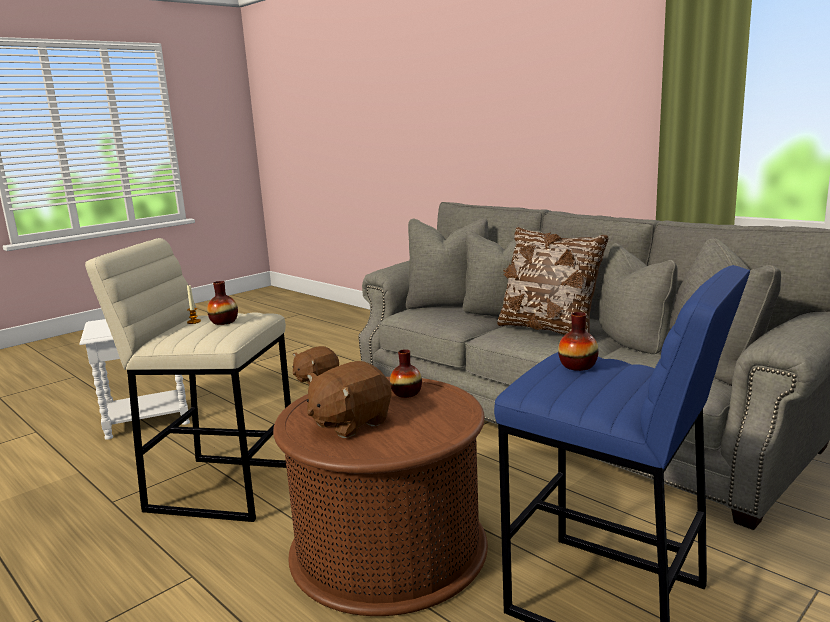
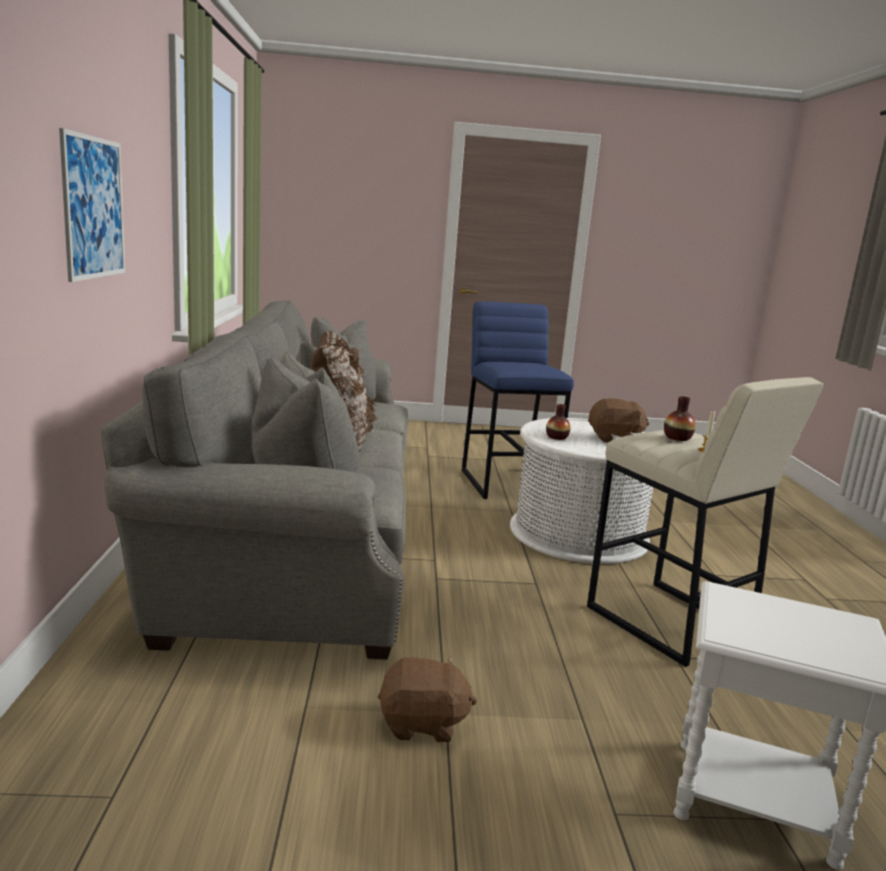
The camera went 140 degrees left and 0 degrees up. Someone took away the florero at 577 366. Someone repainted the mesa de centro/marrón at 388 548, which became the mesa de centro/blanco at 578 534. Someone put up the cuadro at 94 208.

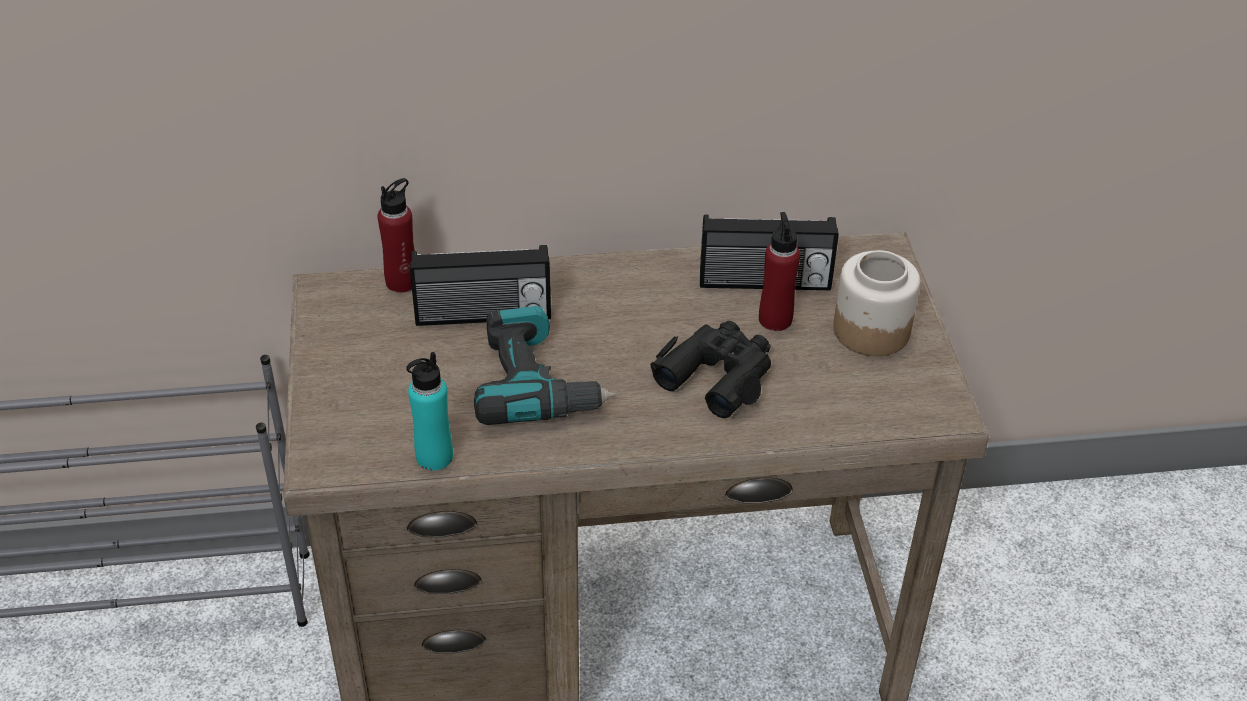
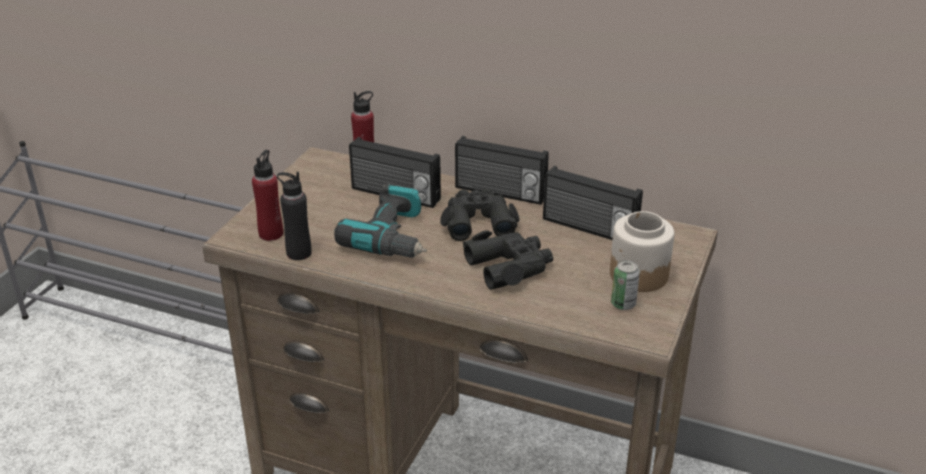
The camera went 30 degrees right and 10 degrees down. Someone carried the botella/rojo from 775 319 to 271 234. Someone repainted the botella/turquesa at 434 457, which became the botella/negro at 298 253. Someone put down the radio at 500 193. Someone put down the prismáticos/negro at 478 221. Someone put down the lata at 623 304.

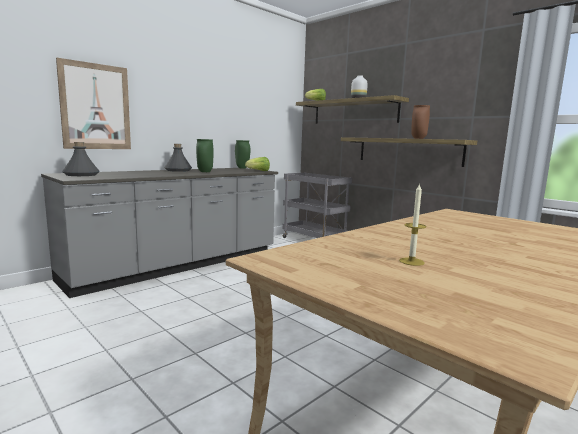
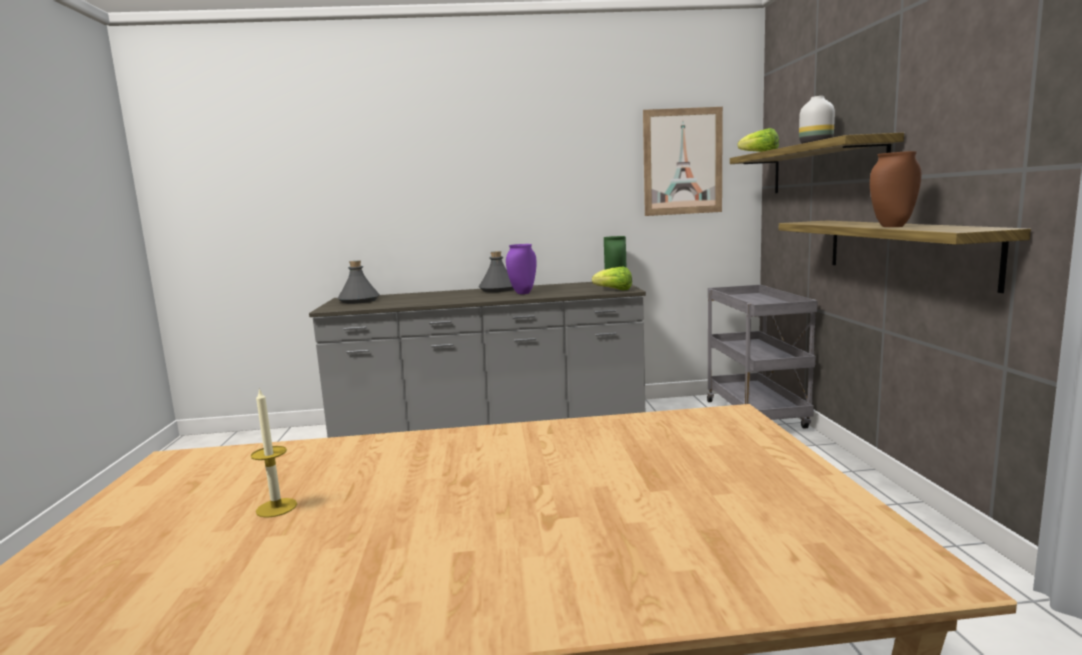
The camera went 40 degrees right and 0 degrees up. Someone carried the cuadro from 96 107 to 682 162. Someone repainted the florero/verde at 205 172, which became the florero/morado at 523 293.

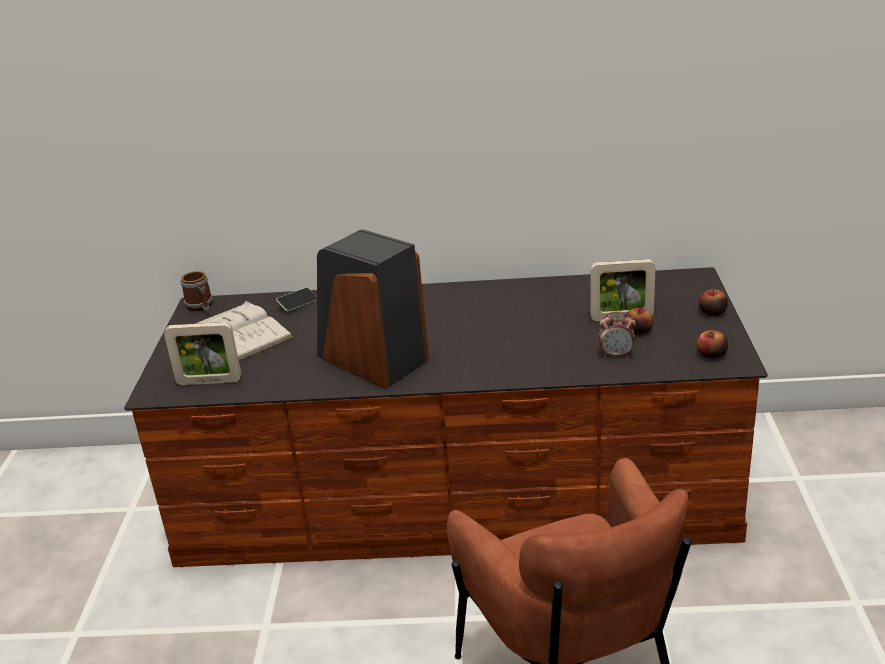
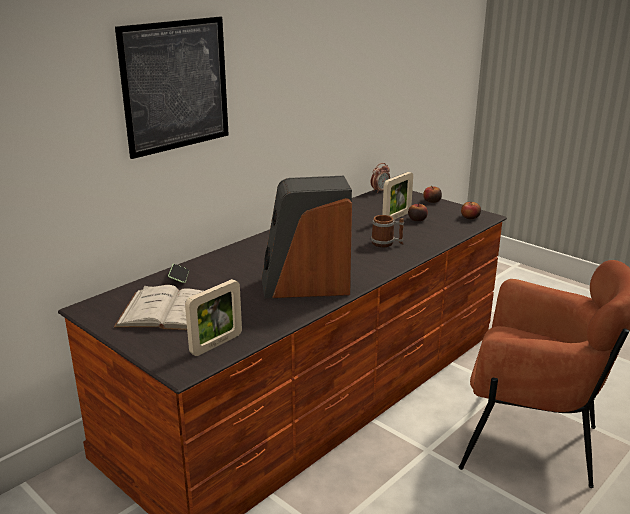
The camera went 50 degrees left and 5 degrees down. Someone carried the taza grande from 201 307 to 387 243. Someone carried the despertador from 616 354 to 380 191. Someone put up the cuadro at 176 85.

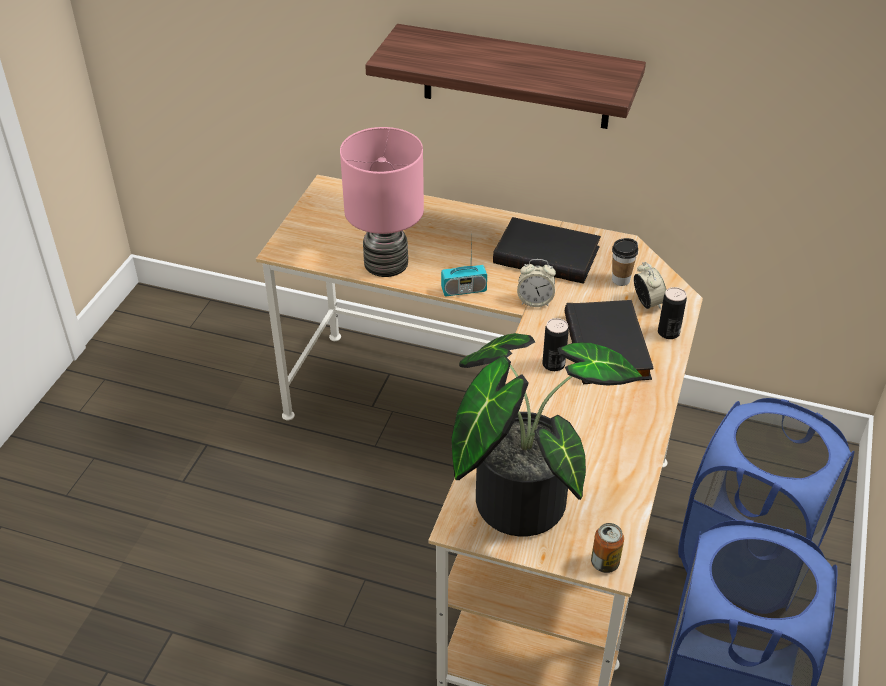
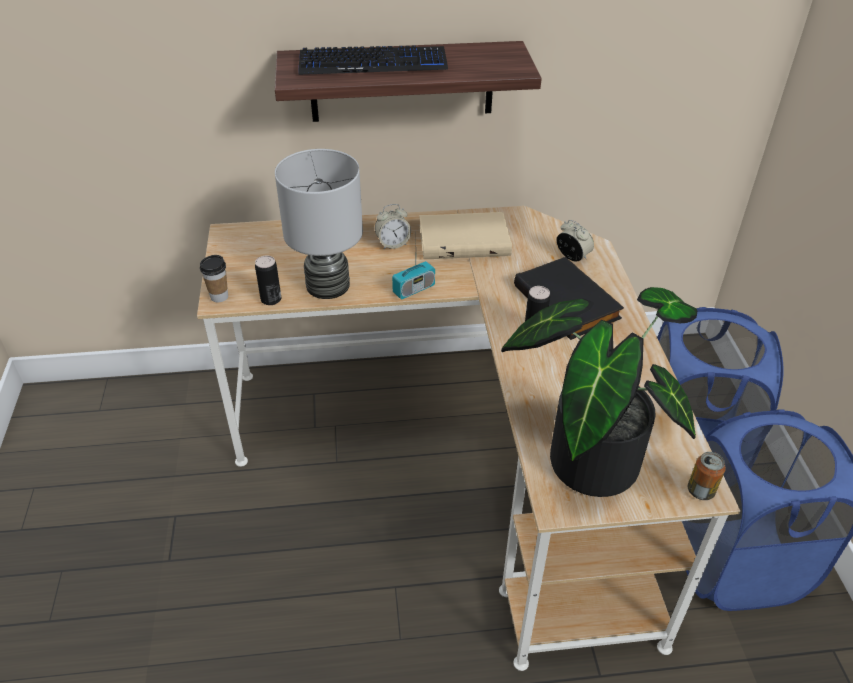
The camera went 25 degrees left and 0 degrees up. Someone repainted the lámpara de mesa/rosa at 386 263, which became the lámpara de mesa/gris at 328 285. Someone repainted the libro/negro at 547 254, which became the libro/beis at 464 239. Someone carried the taza from 620 280 to 219 297. Someone carried the despertador from 535 301 to 393 244. Someone carried the lata from 668 333 to 271 299. Someone put down the teclado at 373 63.

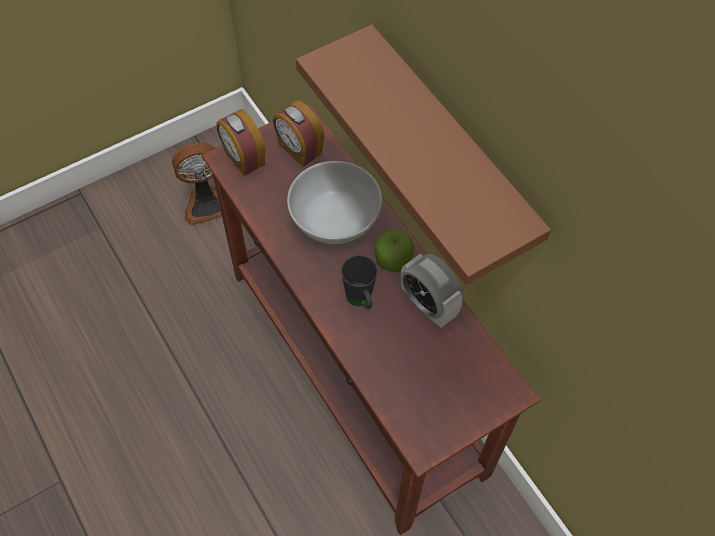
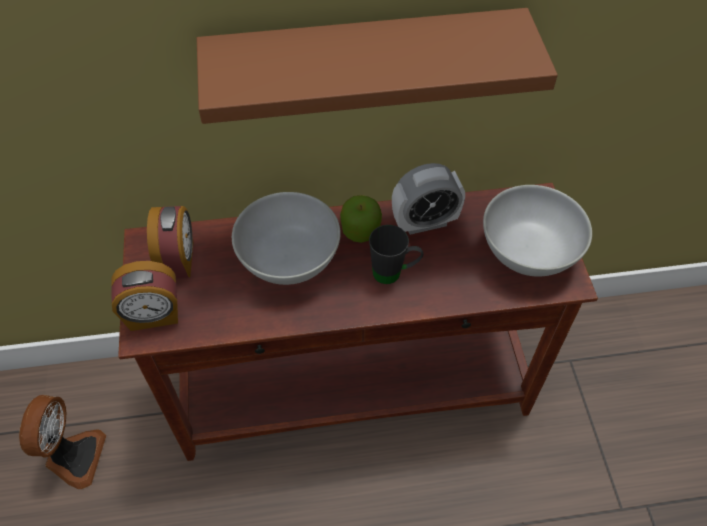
The camera went 65 degrees left and 5 degrees down. Someone rotated the despertador at 299 150 by 75 degrees counterclockwise. Someone put down the cuenco/blanco at 528 254.

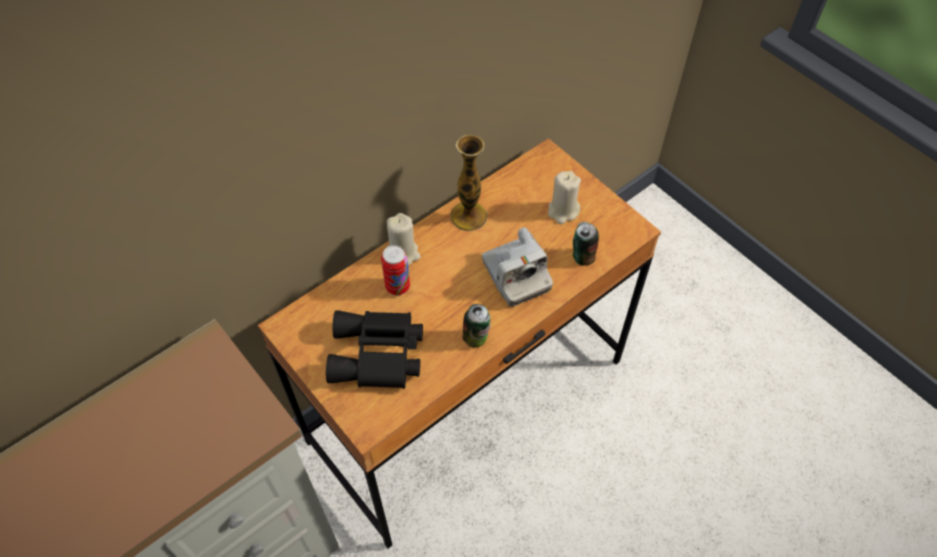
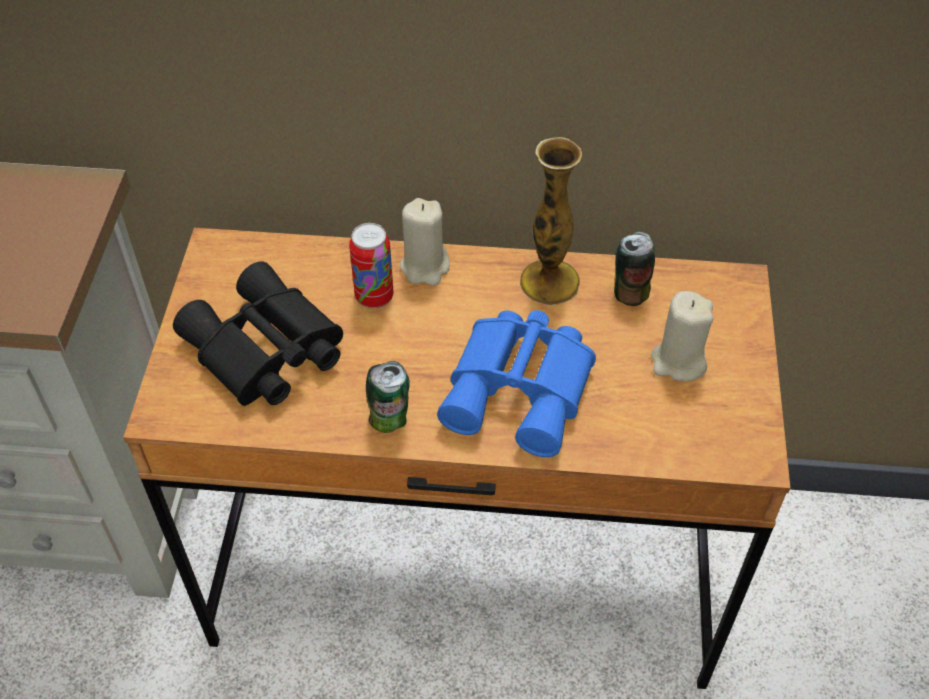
The camera went 45 degrees right and 5 degrees down. Someone carried the lata from 582 256 to 630 292. Someone swapped the cámara at 515 276 for the prismáticos/azul at 522 389.

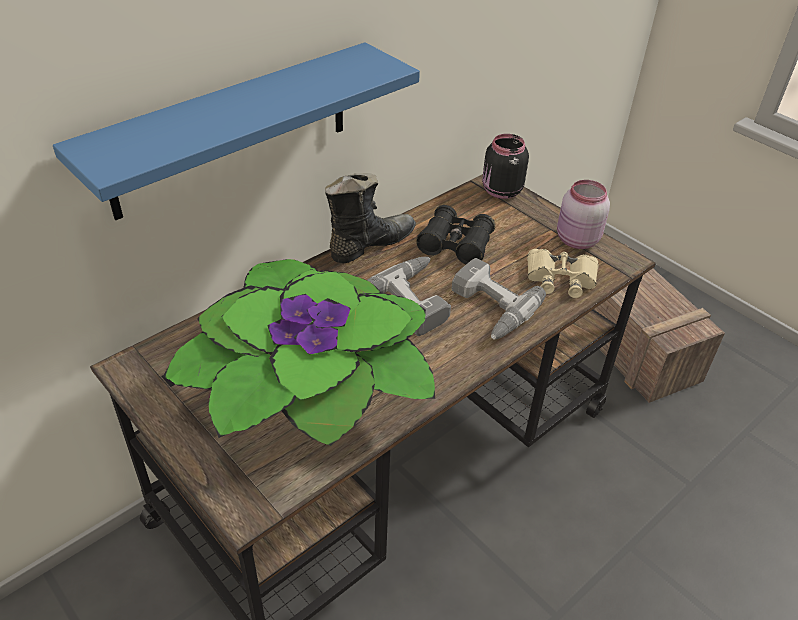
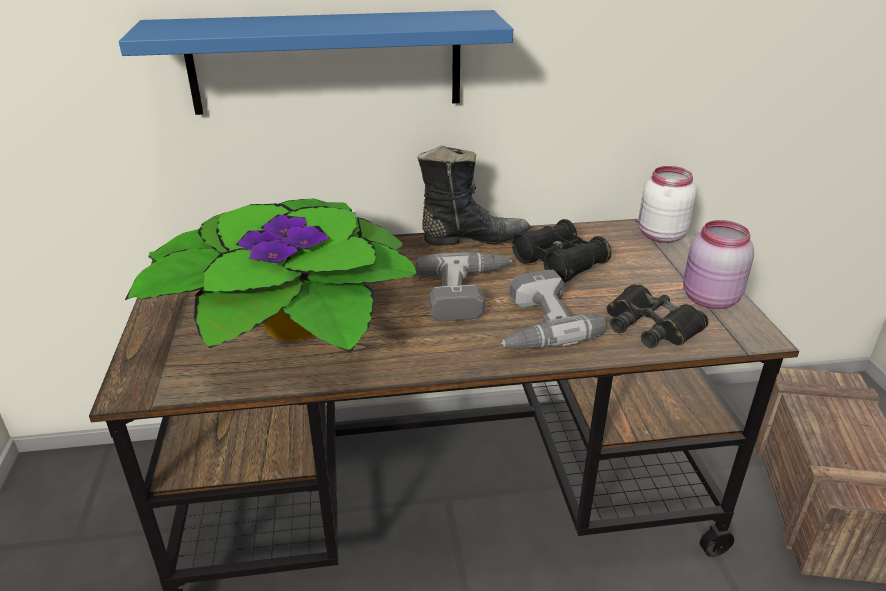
The camera went 35 degrees right and 10 degrees down. Someone repainted the tarro/negro at 500 191, which became the tarro/blanco at 659 235. Someone repainted the prismáticos/beis at 560 278, which became the prismáticos/negro at 650 325.

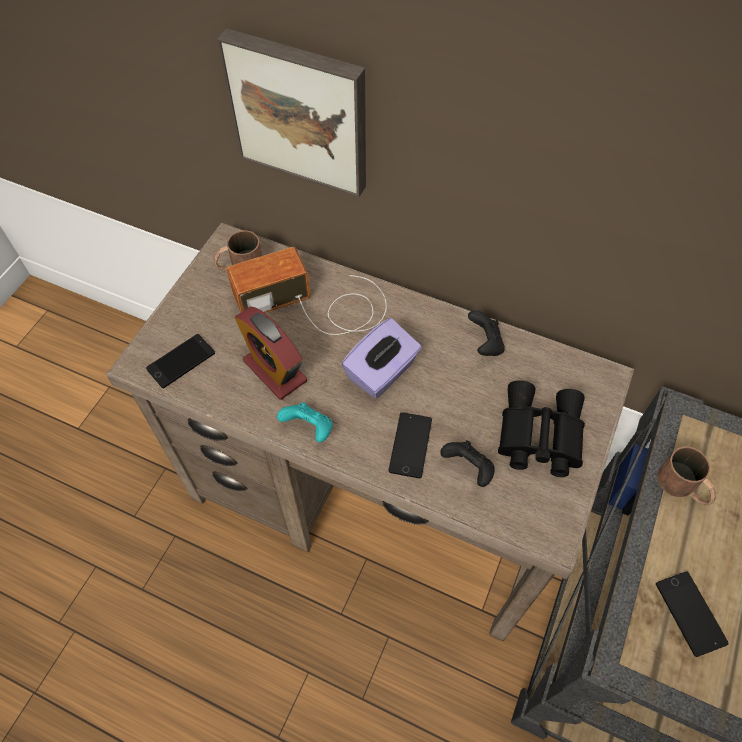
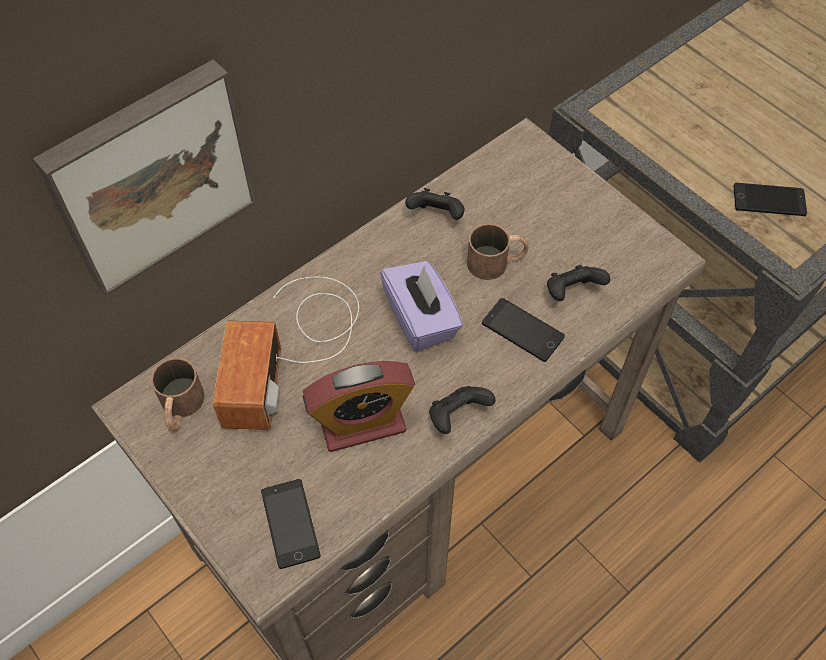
The camera went 65 degrees left and 0 degrees up. Someone took away the prismáticos/negro at 537 436. Someone repainted the mando de consola/turquesa at 309 429, which became the mando de consola/negro at 457 416. Someone carried the taza grande/marrón from 683 487 to 497 262.

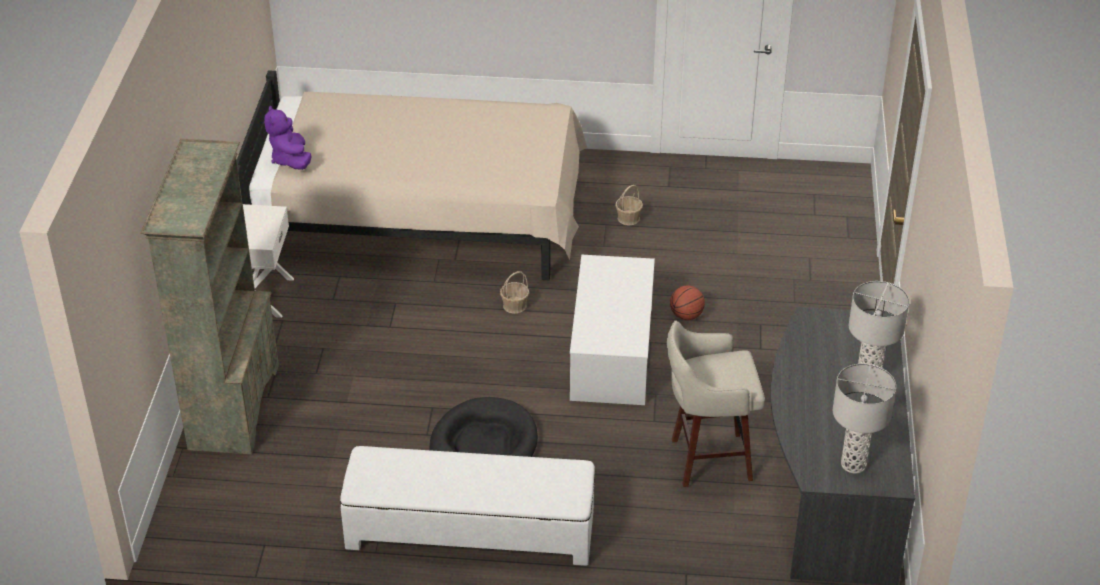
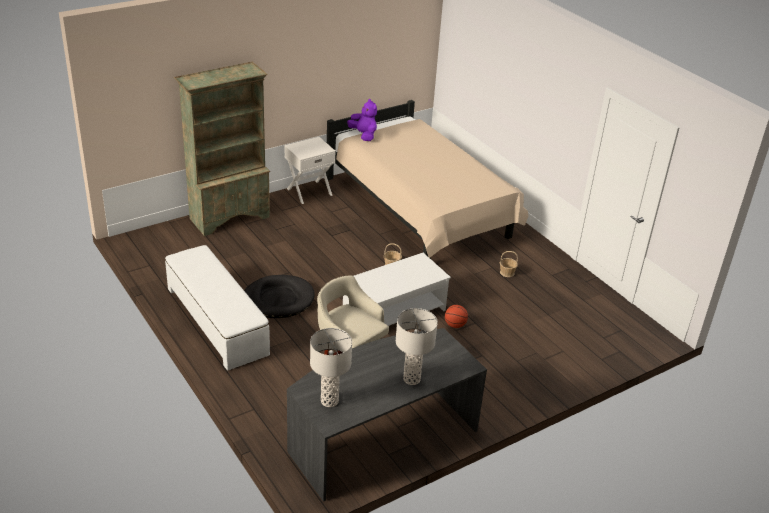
The camera went 50 degrees right and 5 degrees down. Someone rotated the peluche/morado at 291 160 by 105 degrees clockwise.

